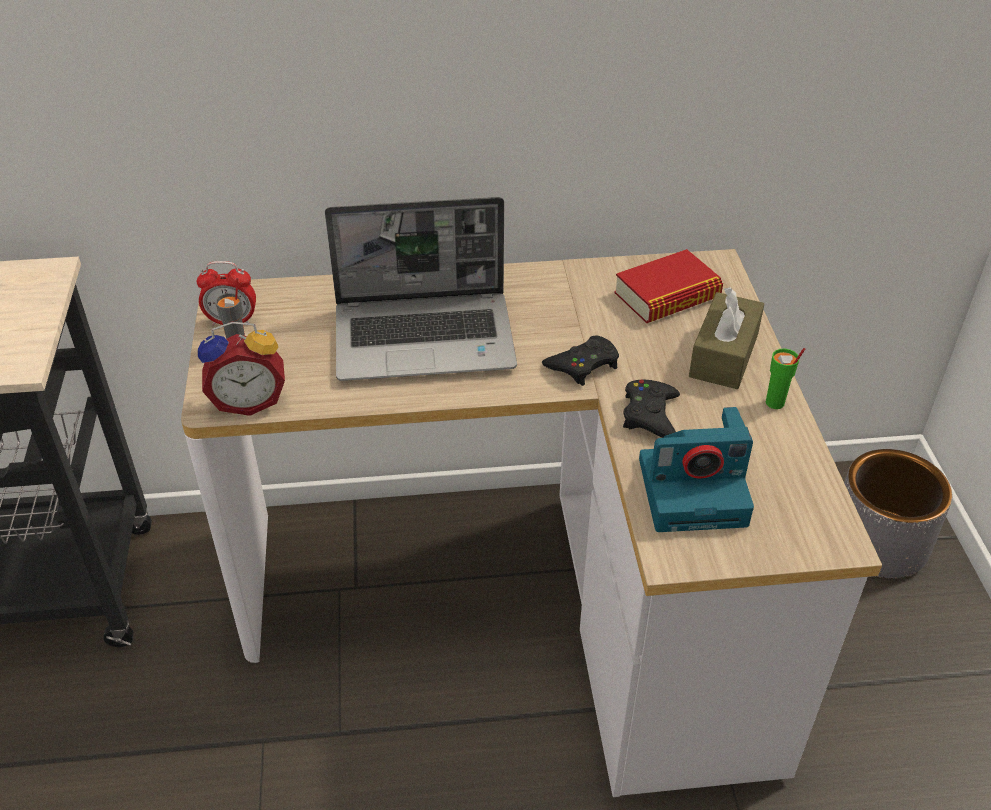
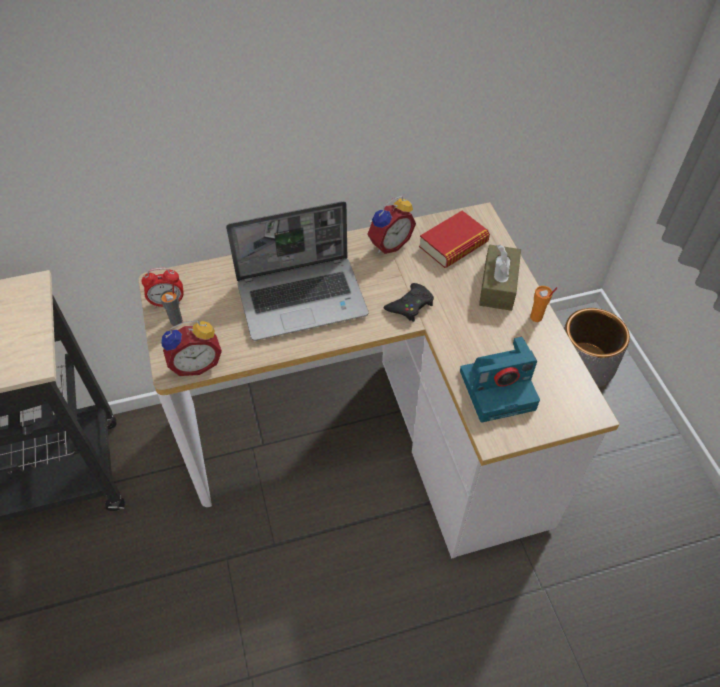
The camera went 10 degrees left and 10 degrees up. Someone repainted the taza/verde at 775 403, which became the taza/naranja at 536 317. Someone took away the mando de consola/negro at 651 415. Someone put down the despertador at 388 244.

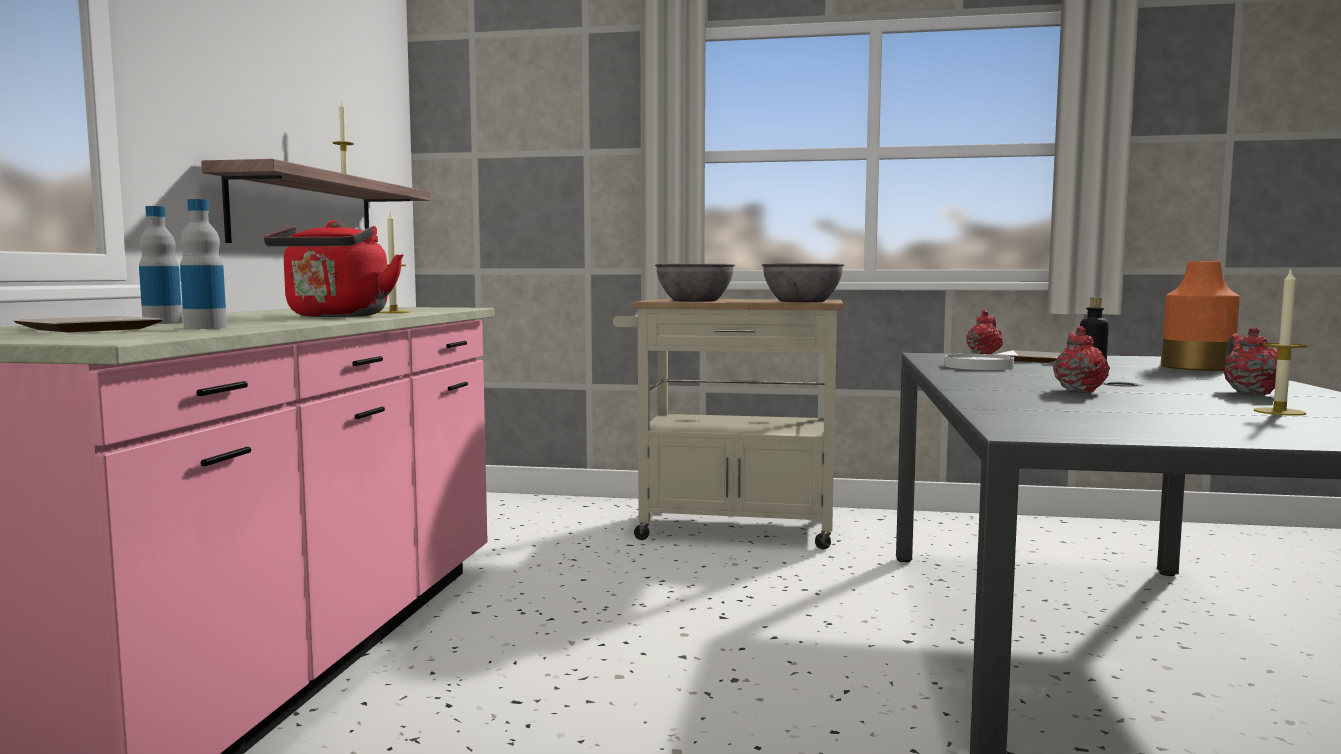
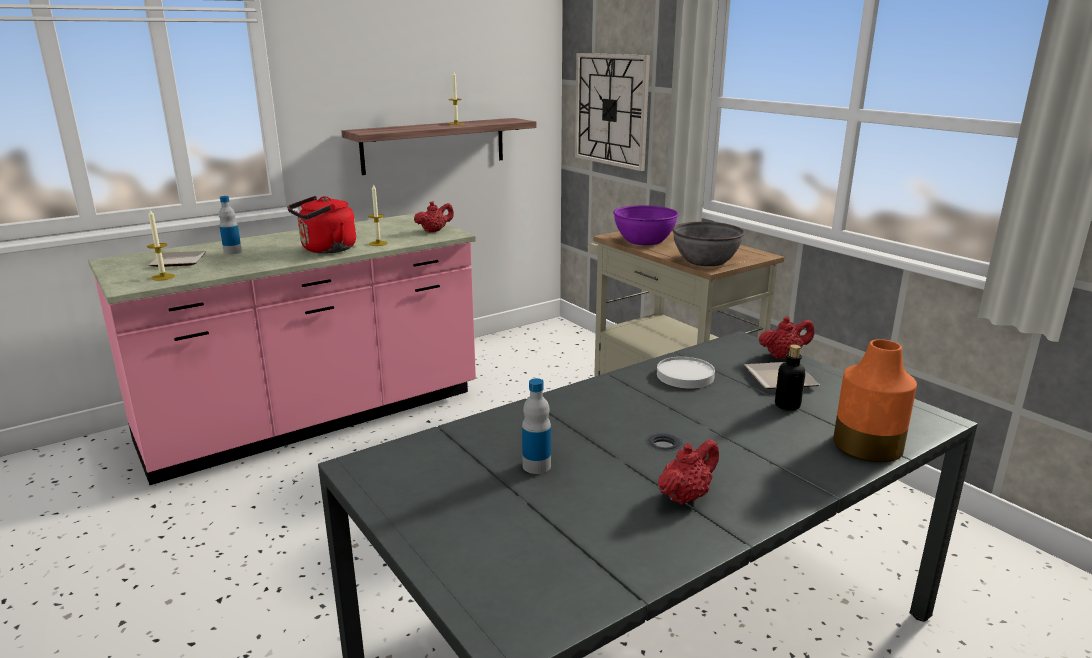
The camera went 45 degrees right and 15 degrees up. Someone carried the botella from 205 327 to 536 466. Someone repainted the cuenco/gris at 694 301, which became the cuenco/morado at 644 241. Someone carried the vela from 1279 412 to 163 277. Someone carried the tetera/rojo from 1079 391 to 434 231. Someone put up the reloj de pared at 611 110.

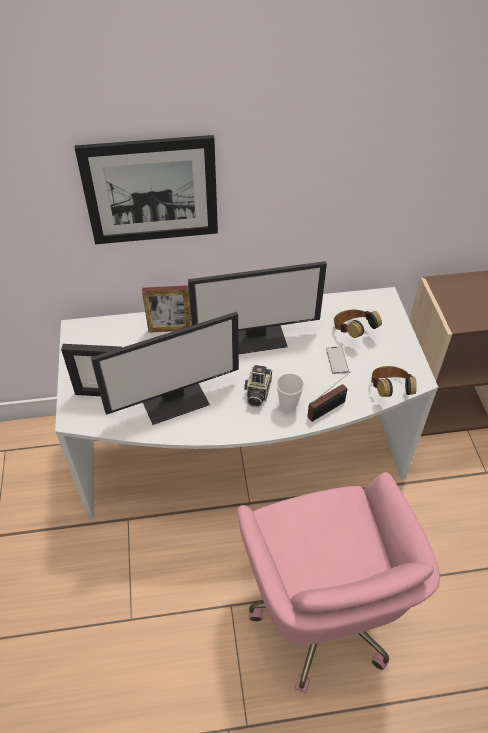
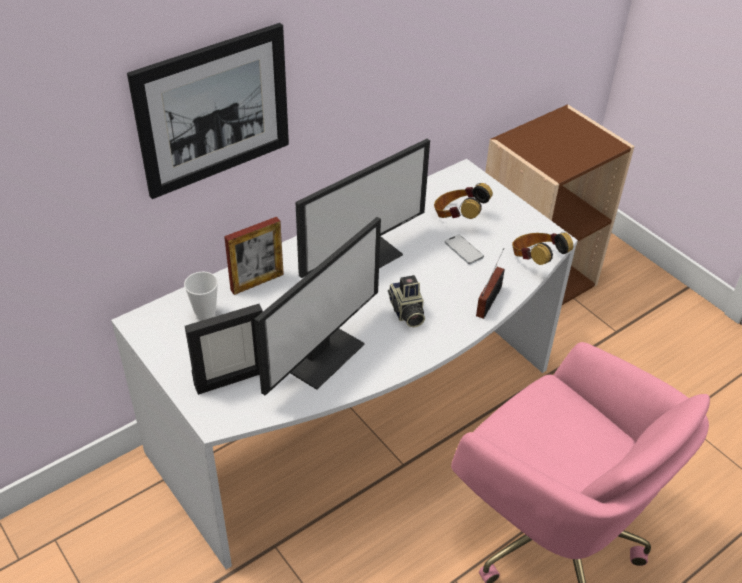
The camera went 30 degrees left and 5 degrees down. Someone carried the taza from 288 406 to 205 314.

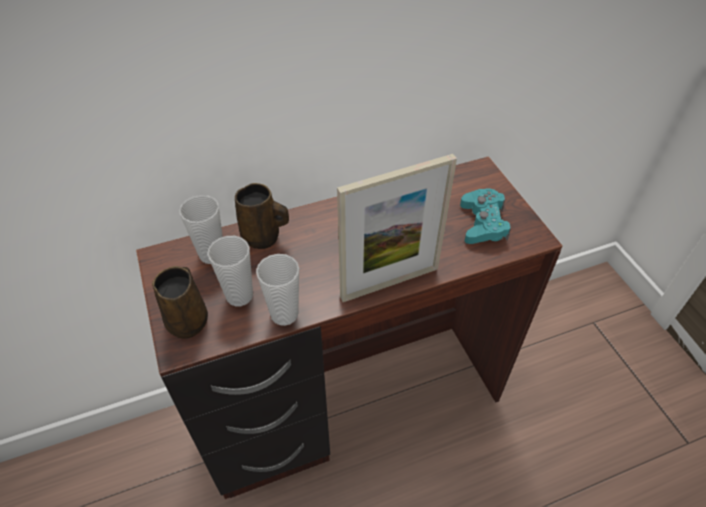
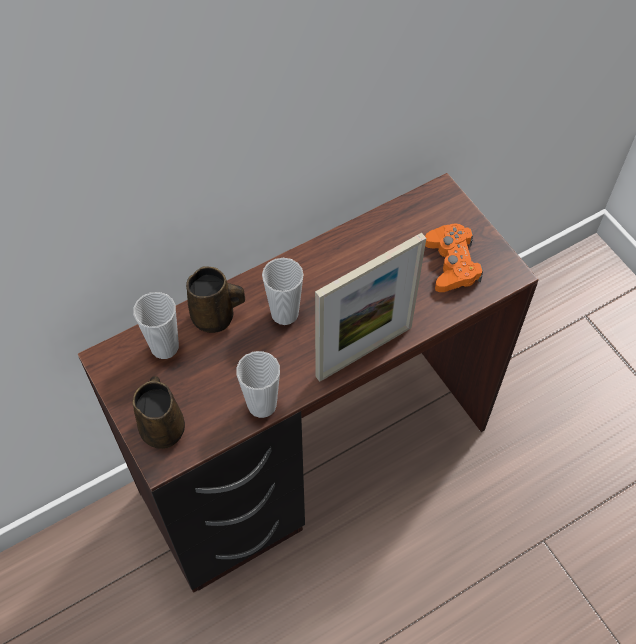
The camera went 10 degrees left and 10 degrees up. Someone repainted the mando de consola/turquesa at 483 223, which became the mando de consola/naranja at 452 263. Someone carried the taza from 239 296 to 284 313.

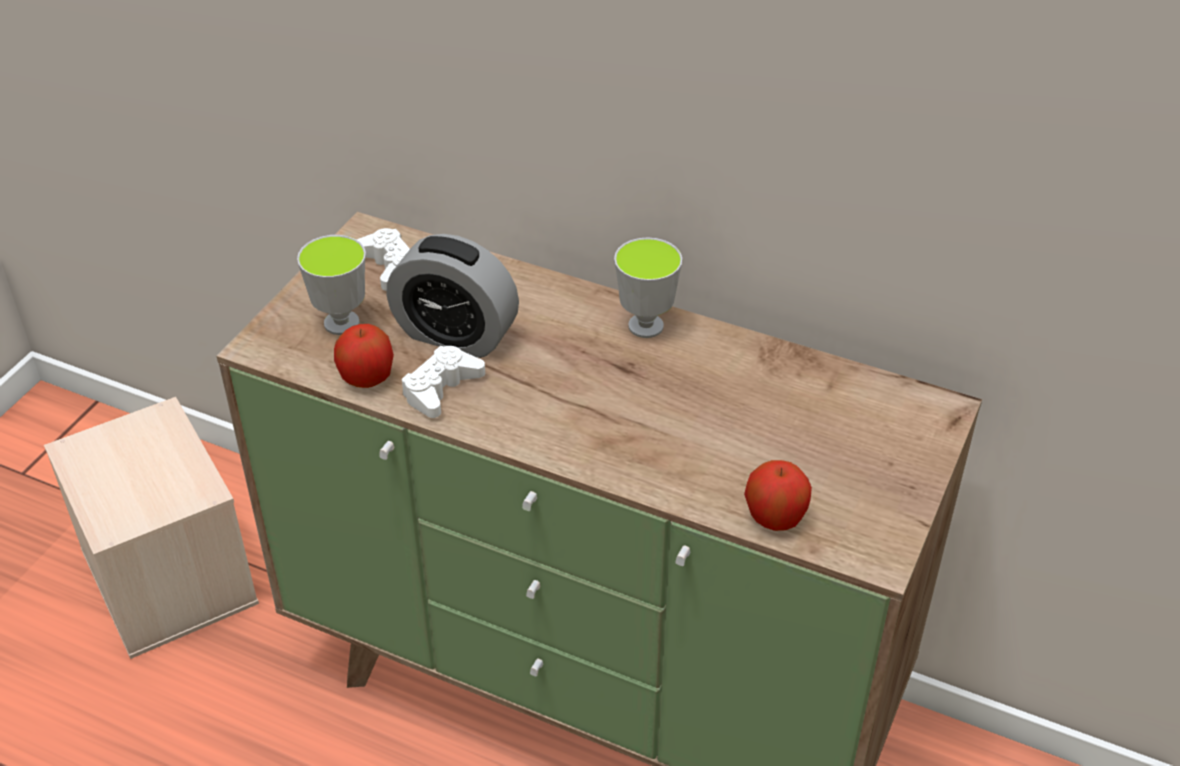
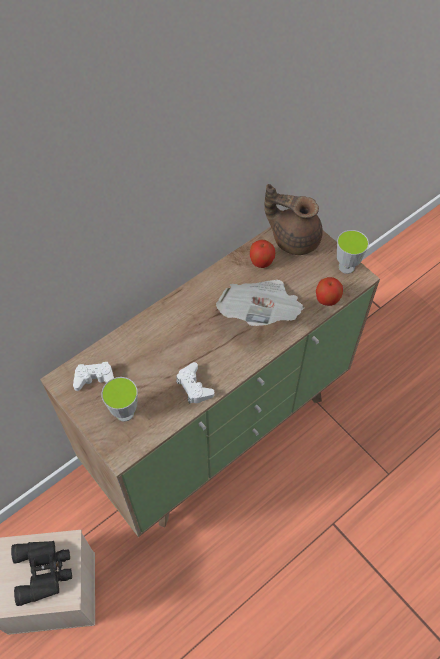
The camera went 65 degrees left and 15 degrees up. Someone took away the despertador at 455 335. Someone carried the taza from 645 326 to 346 267. Someone carried the manzana from 367 378 to 261 261. Someone put down the tetera/marrón at 294 238. Someone put down the periódico at 260 313. Someone put down the prismáticos/negro at 44 570.

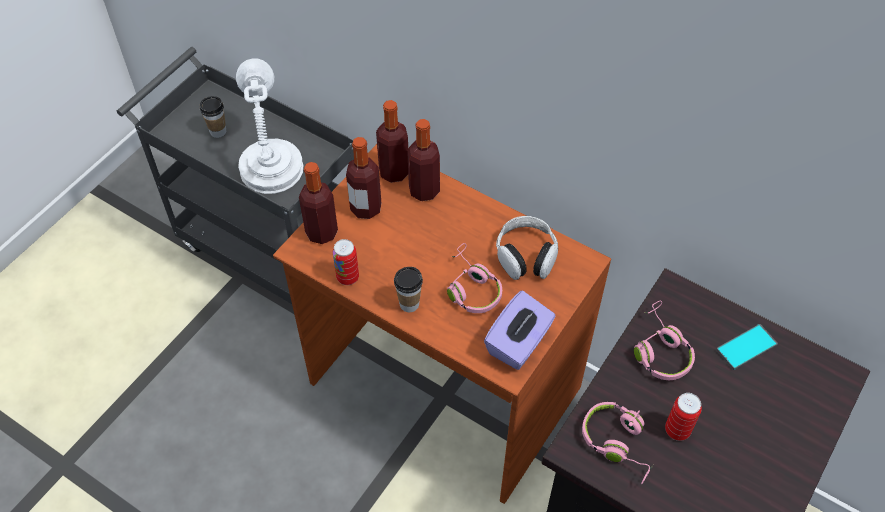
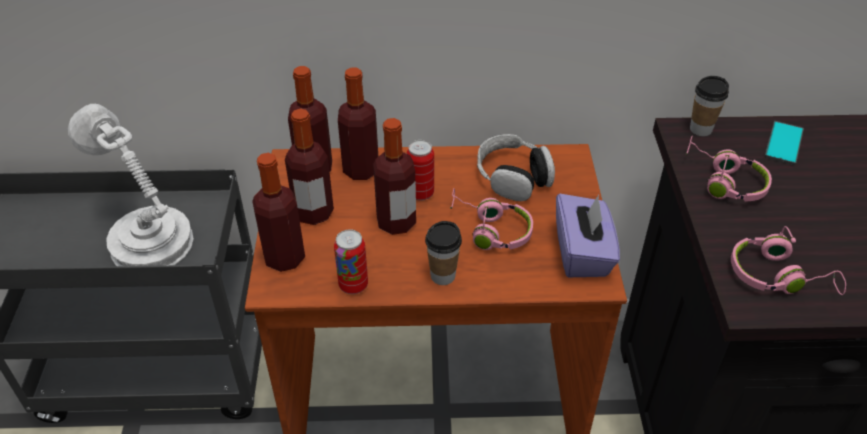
The camera went 35 degrees left and 10 degrees down. Someone carried the taza from 218 131 to 700 129. Someone carried the lata from 677 430 to 420 193. Someone put down the botella at 396 222.

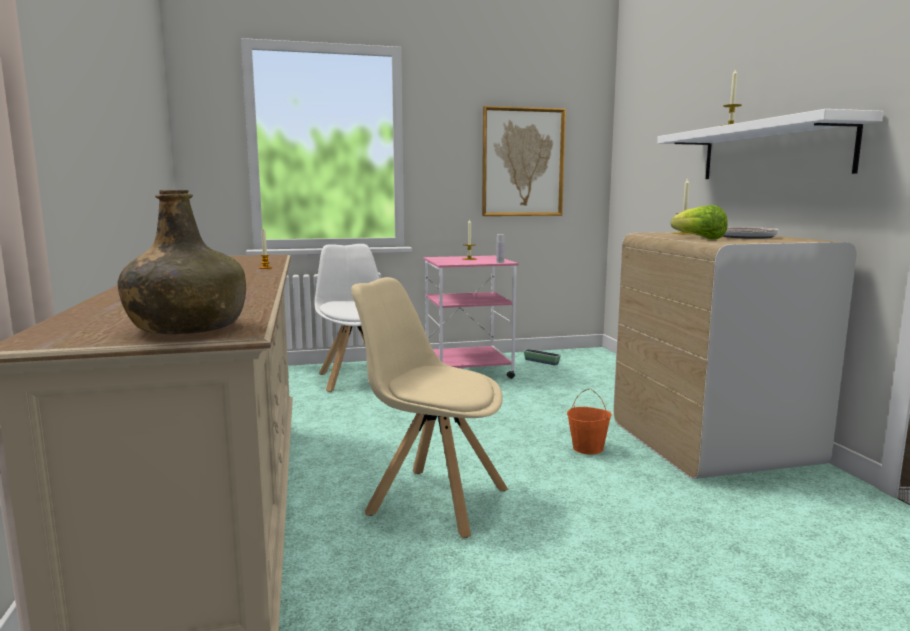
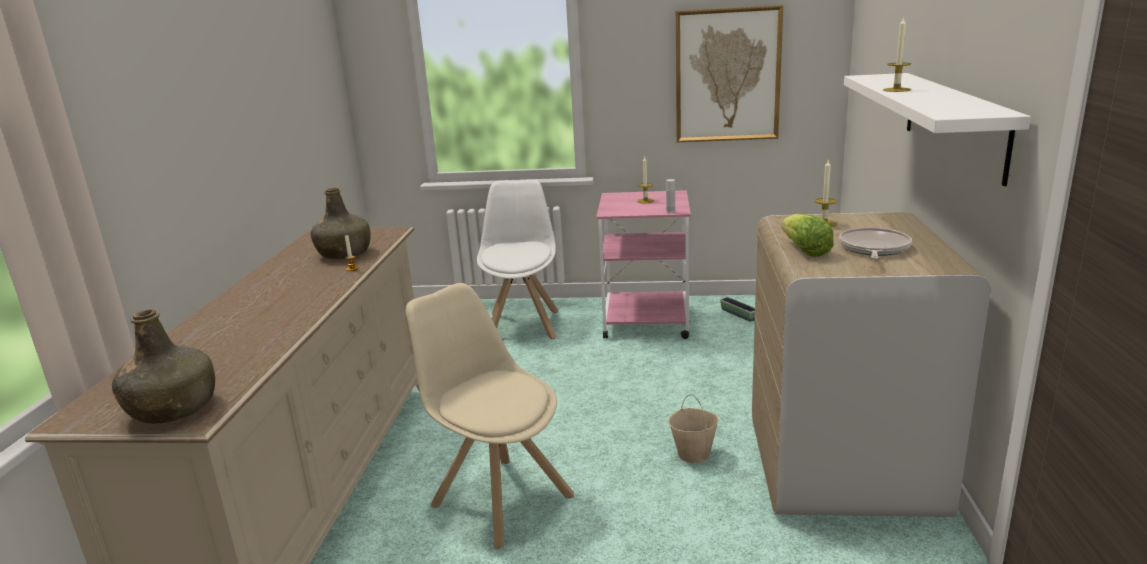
The camera went 20 degrees right and 10 degrees up. Someone repainted the cubo/naranja at 588 448, which became the cubo/beis at 694 454. Someone put down the botella/verde at 344 253.

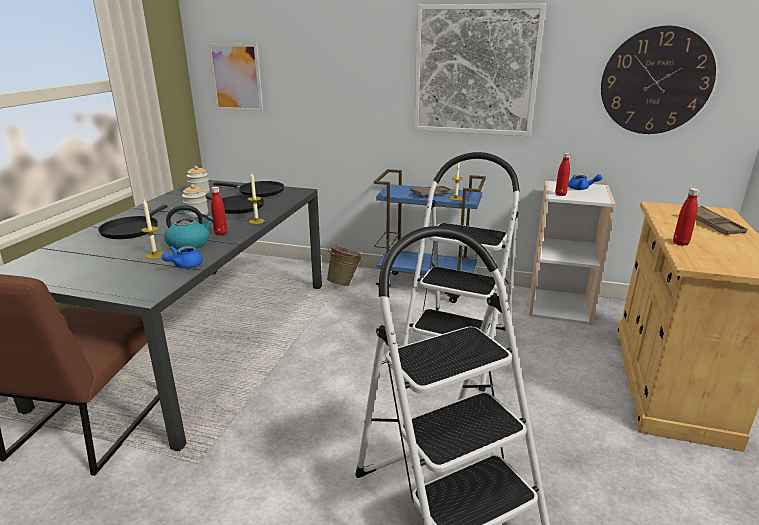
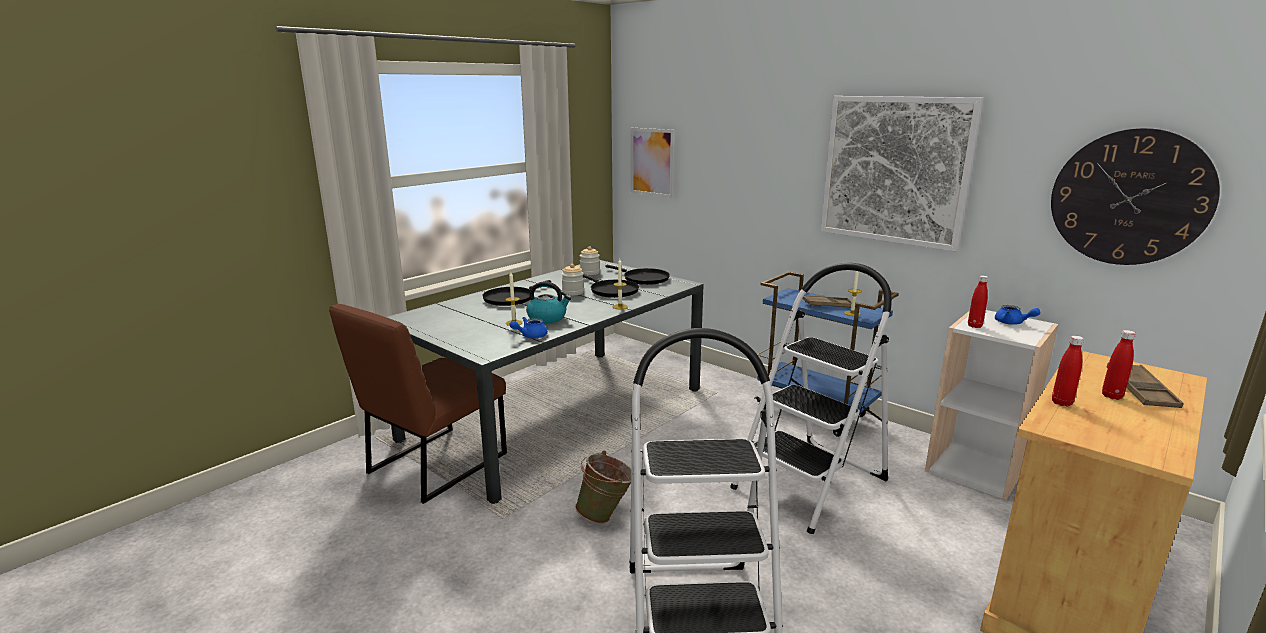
The camera went 25 degrees right and 5 degrees down. Someone carried the botella/rojo from 221 233 to 1112 396. Someone carried the cubo/verde from 345 283 to 606 515.

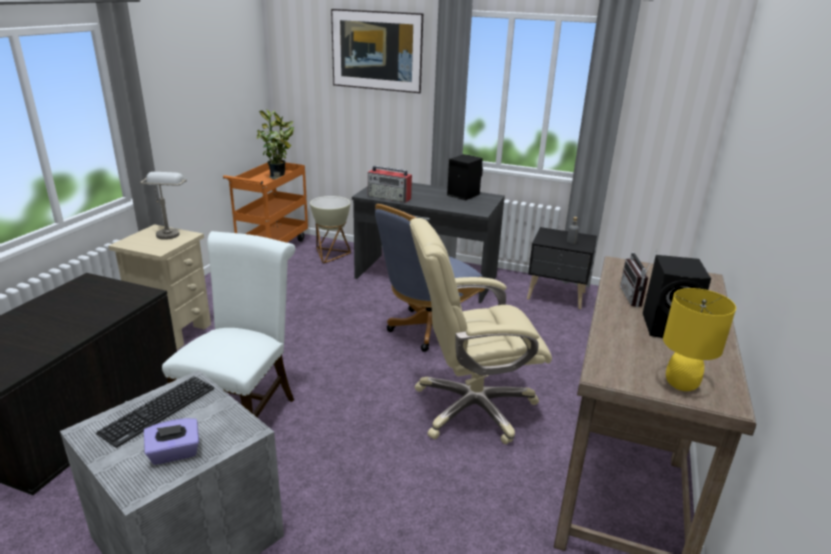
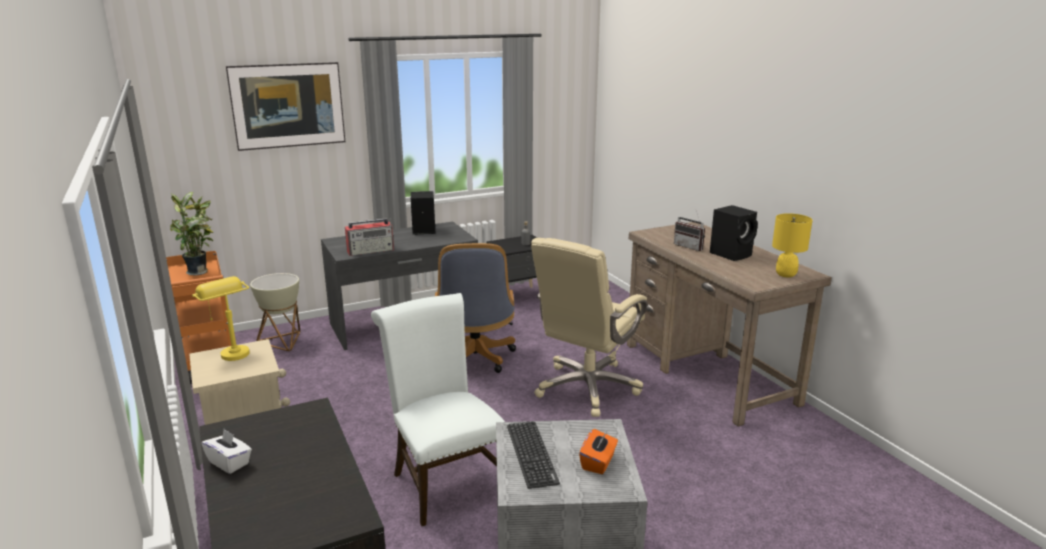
The camera went 45 degrees left and 5 degrees down. Someone repainted the lámpara de mesa/gris at 170 232, which became the lámpara de mesa/amarillo at 230 351. Someone repainted the caja de pañuelos/morado at 174 453, which became the caja de pañuelos/naranja at 598 462. Someone put down the caja de pañuelos/blanco at 229 462.

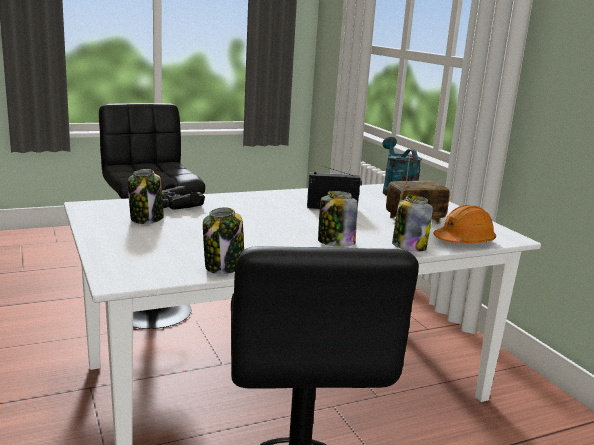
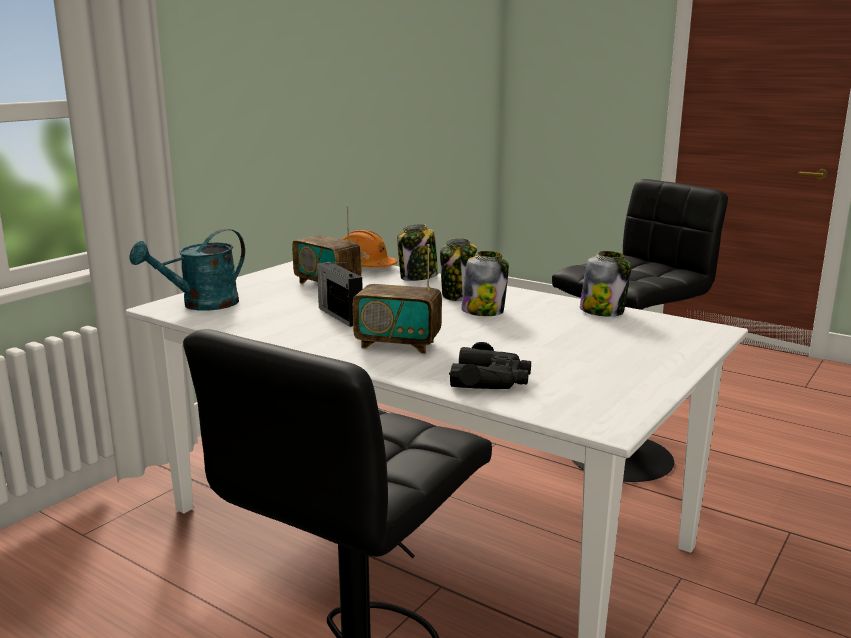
The camera went 120 degrees left and 0 degrees up. Someone carried the tarro from 146 219 to 483 311. Someone put down the radio at 398 344.

